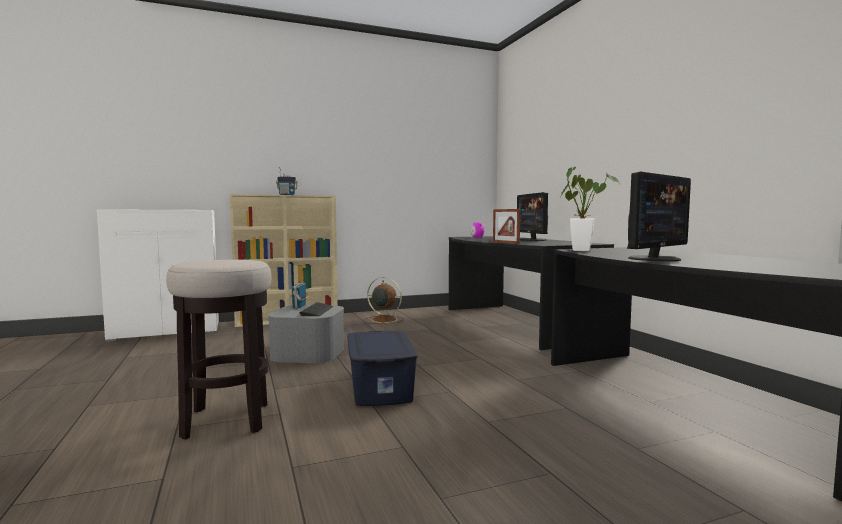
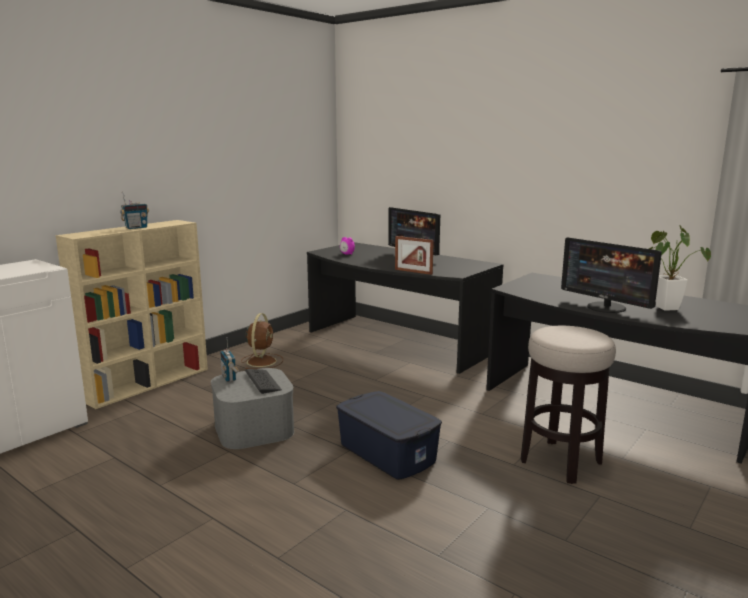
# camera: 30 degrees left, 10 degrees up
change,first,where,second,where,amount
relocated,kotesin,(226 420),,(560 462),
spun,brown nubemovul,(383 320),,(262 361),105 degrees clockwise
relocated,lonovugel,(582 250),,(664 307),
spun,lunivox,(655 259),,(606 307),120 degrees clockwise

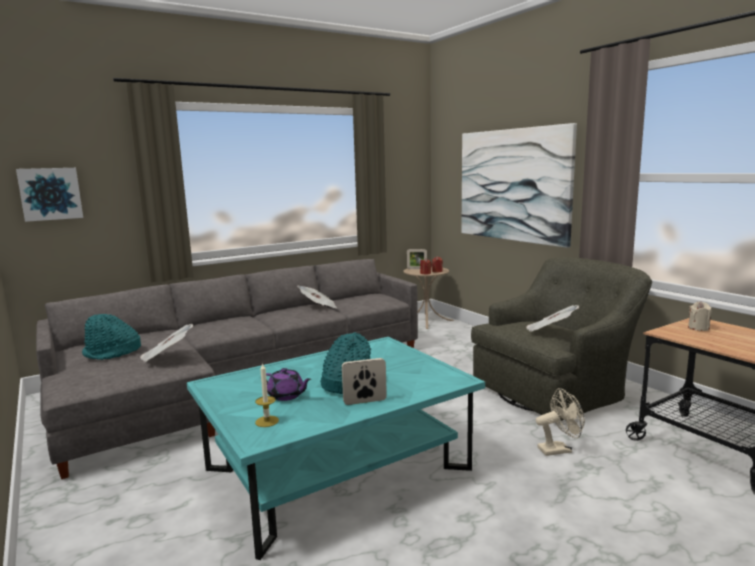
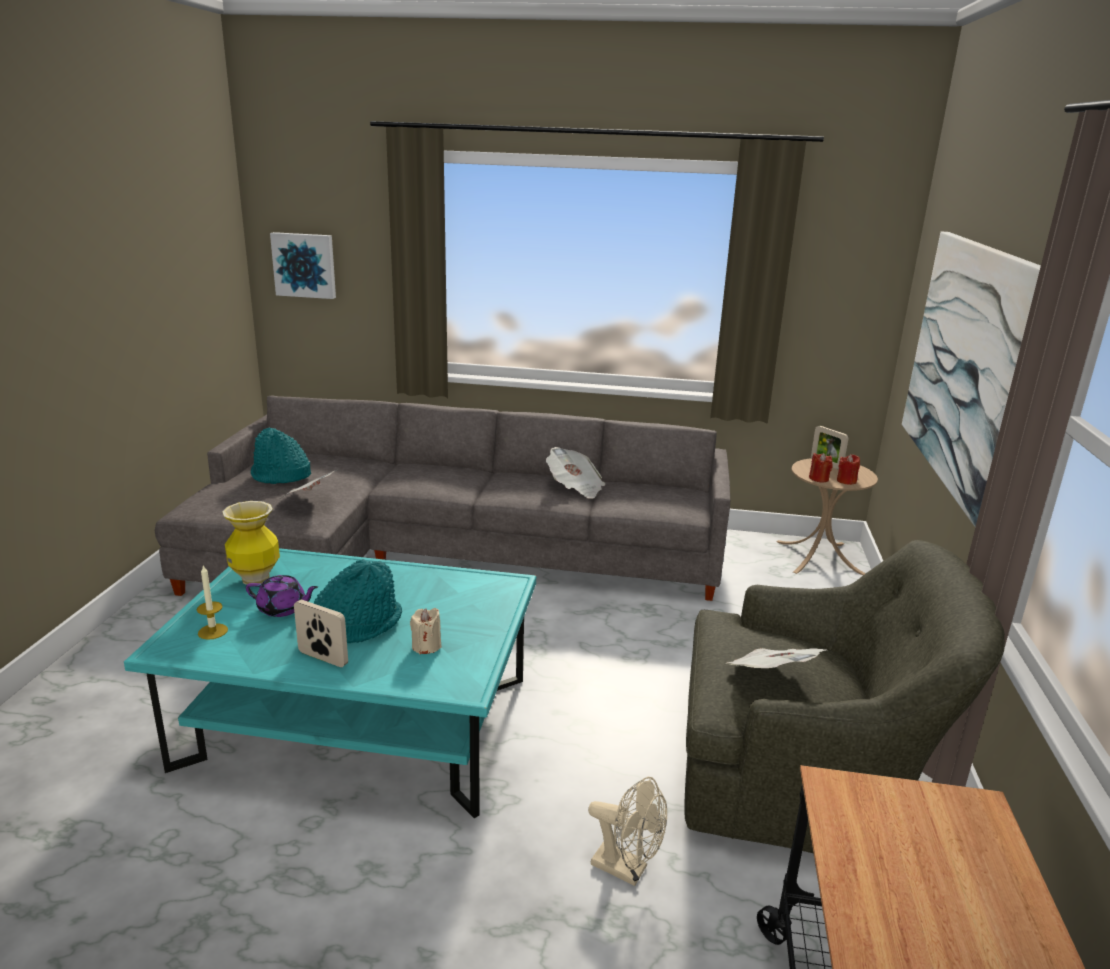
# camera: 40 degrees right, 10 degrees up
change,first,where,second,where,amount
spun,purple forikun,(286 396),,(283 609),60 degrees counterclockwise
relocated,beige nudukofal,(698 328),,(426 646),
appeared,,,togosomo,(256 579),

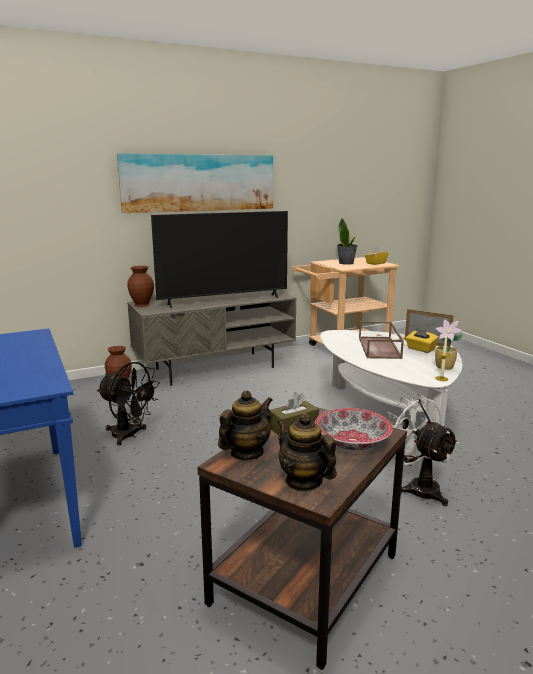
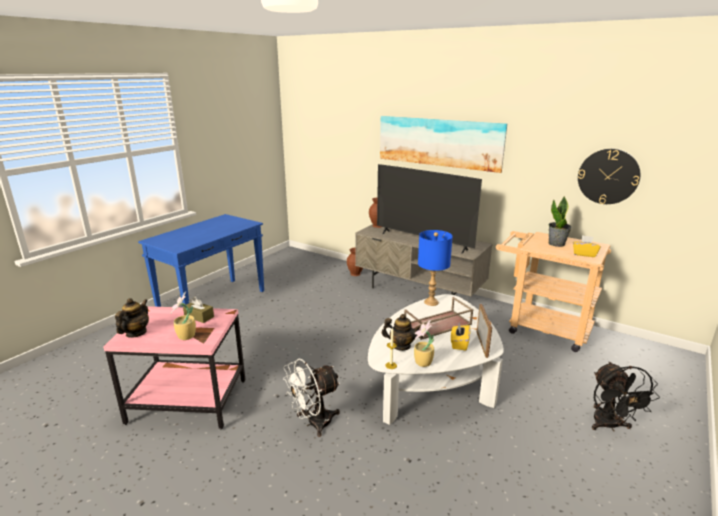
# camera: 60 degrees right, 5 degrees up
change,first,where,second,where,amount
relocated,black nubemovul,(129 435),,(609 426),
colour,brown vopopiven,(307 581),pink vopopiven,(187 402),
relocated,forikun,(246 453),,(401 346),
exchanged,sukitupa,(353 442),lonovugel,(186 337),
spun,white nubemovul,(417 487),,(313 423),150 degrees counterclockwise
appeared,,,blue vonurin,(431 302),
appeared,,,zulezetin,(608 176),

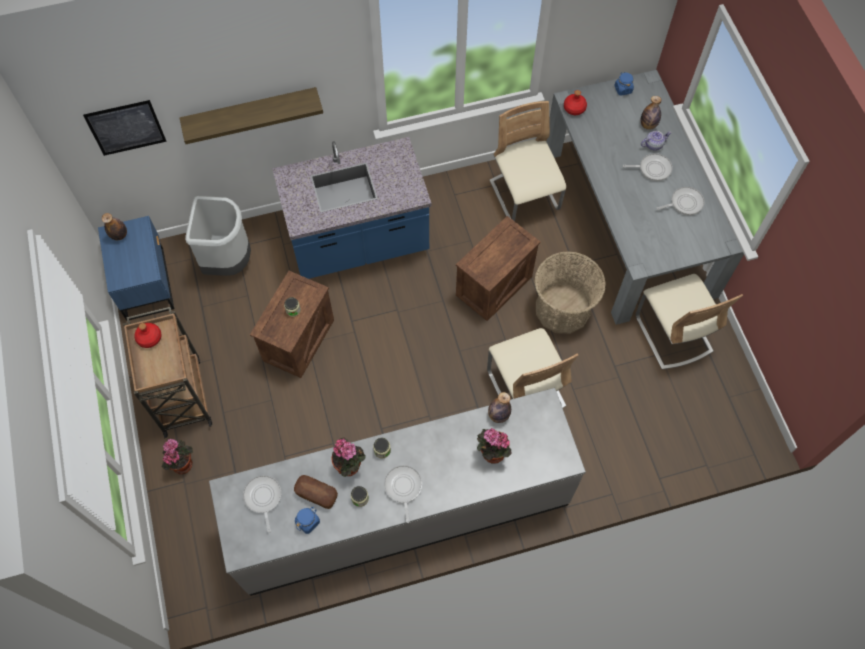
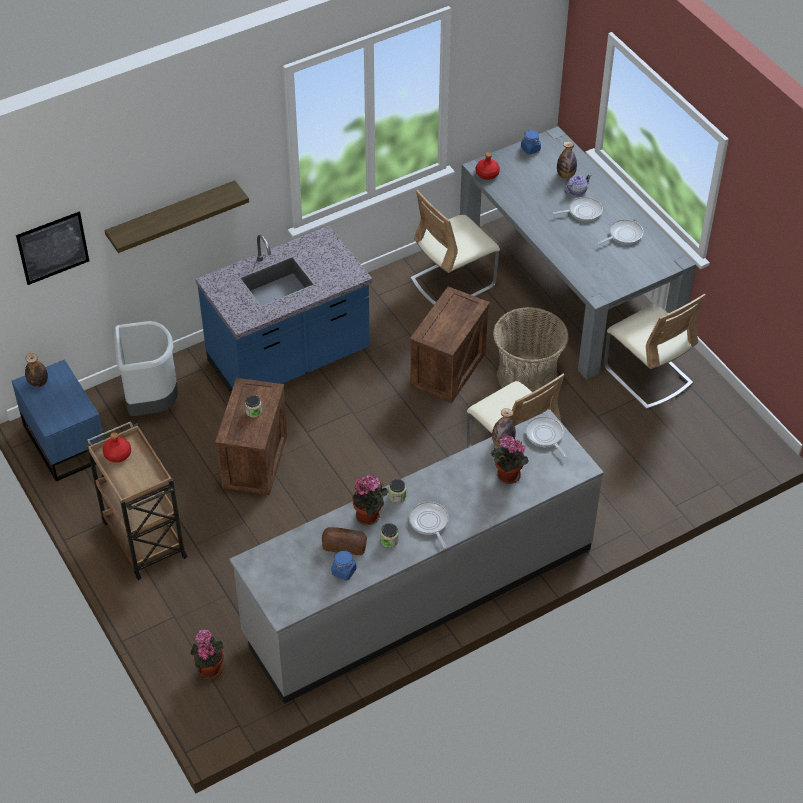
# camera: 15 degrees left, 15 degrees down
change,first,where,second,where,amount
relocated,lonovugel,(182 463),,(209 668),
relocated,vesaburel,(263 498),,(545 436),
spun,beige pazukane,(524 196),,(453 283),90 degrees counterclockwise

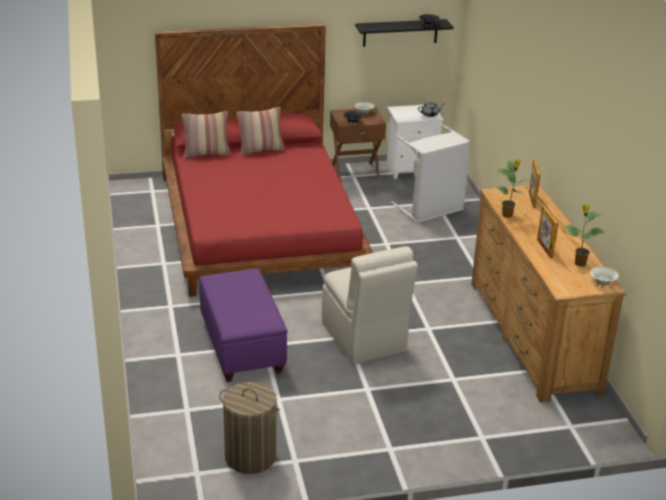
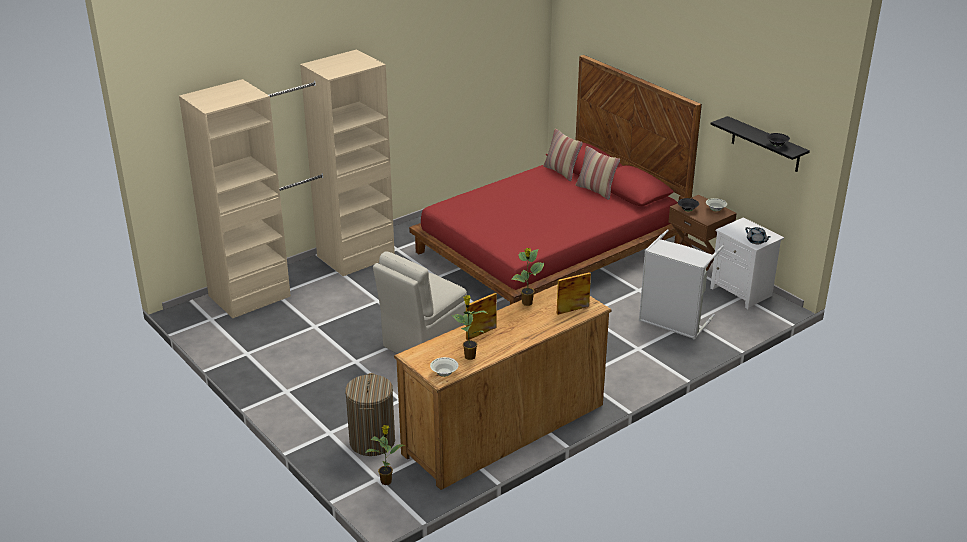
# camera: 65 degrees right, 0 degrees up
change,first,where,second,where,amount
missing,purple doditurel,(242 346),,,
relocated,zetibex,(250 457),,(372 441),
appeared,,,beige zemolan,(305 275),
appeared,,,lonovugel,(386 480),

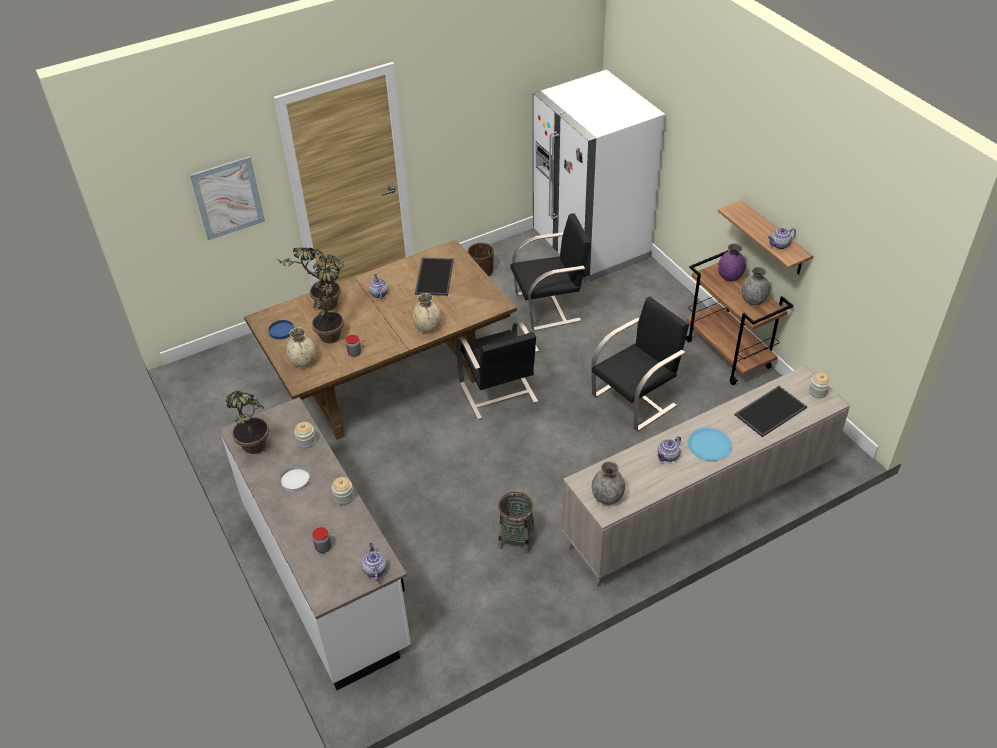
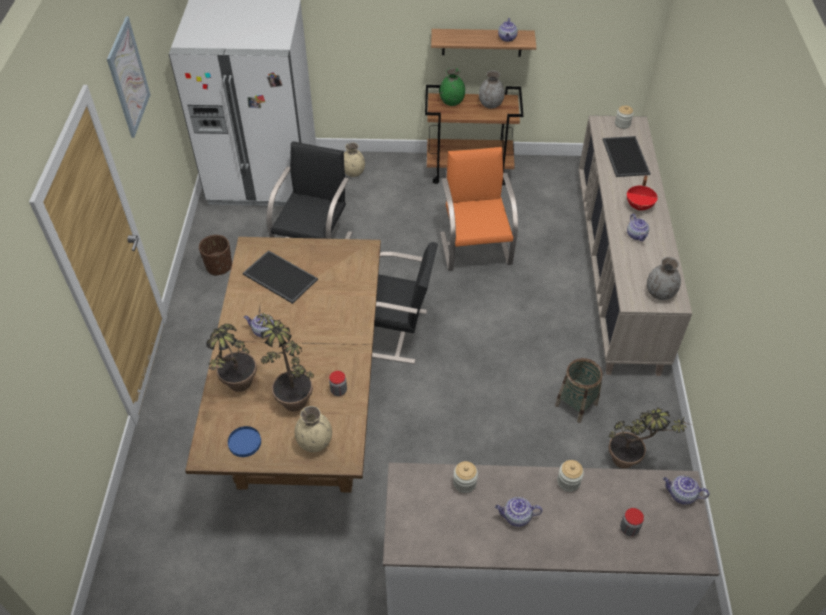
# camera: 60 degrees left, 5 degrees up
change,first,where,second,where,amount
relocated,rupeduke,(228 198),,(128 77),
relocated,lonovugel,(255 452),,(631 461),
exchanged,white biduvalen,(295 480),forikun,(516 517),
relocated,beige togosomo,(428 327),,(353 172),
colour,black pazukane,(635 400),orange pazukane,(475 247),
exchanged,blue biduvalen,(709 445),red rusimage,(639 206),
colour,purple togosomo,(729 277),green togosomo,(451 102),

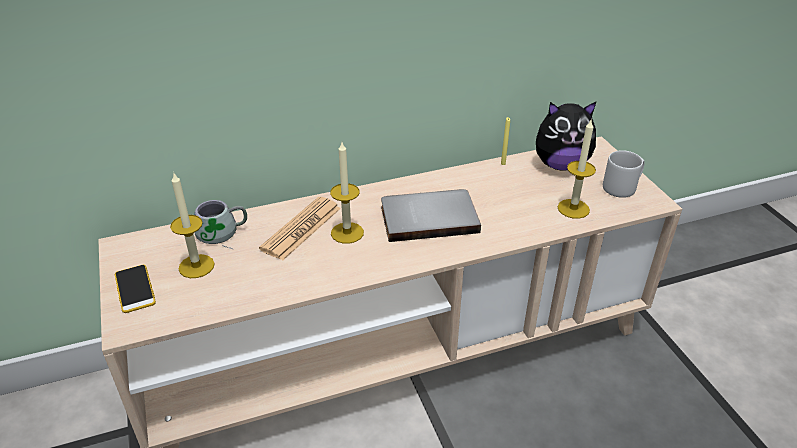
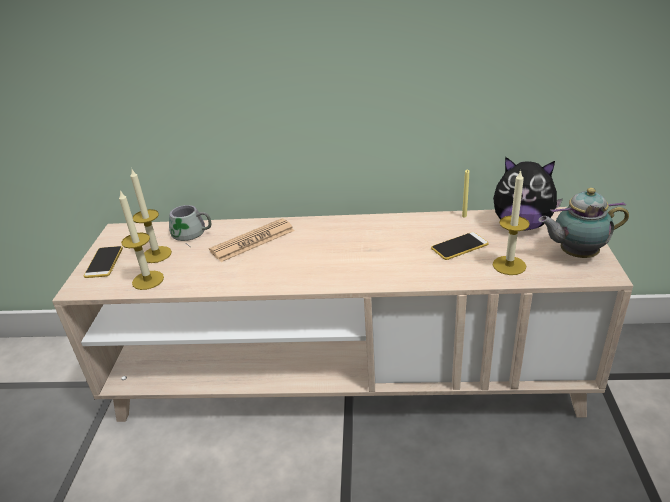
# camera: 25 degrees right, 5 degrees down
change,first,where,second,where,amount
relocated,nudukofal,(347 233),,(148 280),
missing,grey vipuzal,(428 217),,,
exchanged,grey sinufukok,(622 187),forikun,(575 254),
appeared,,,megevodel,(459 246),

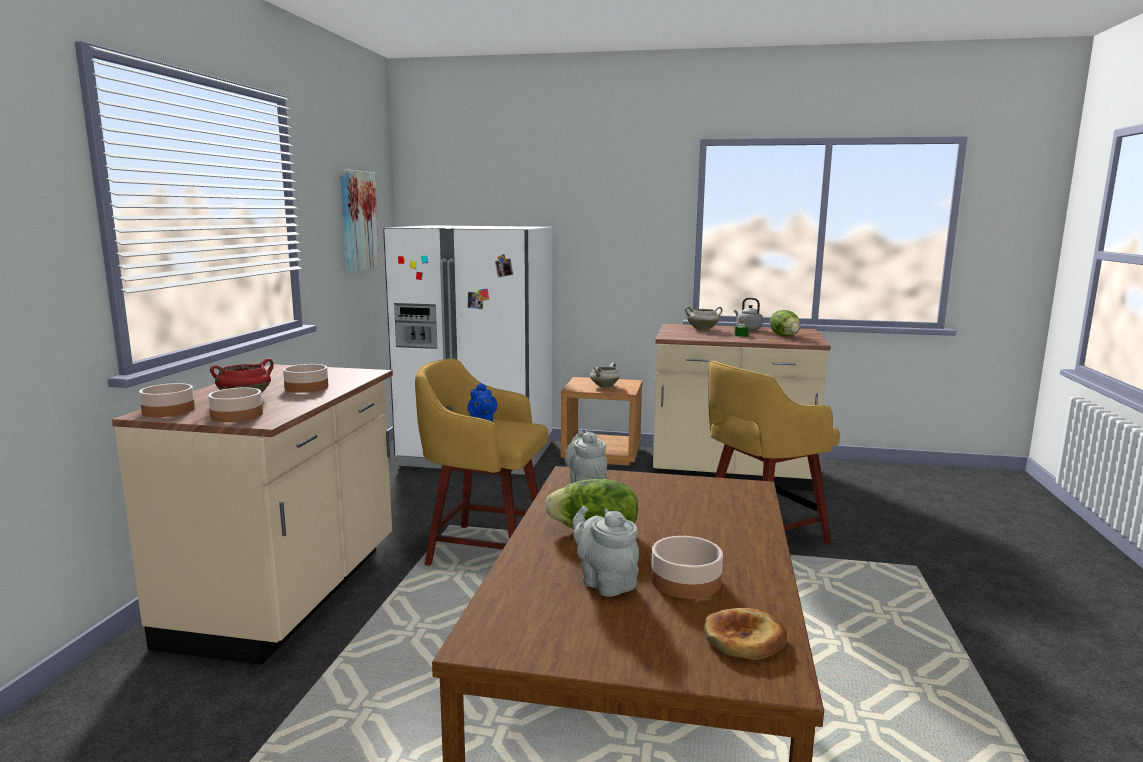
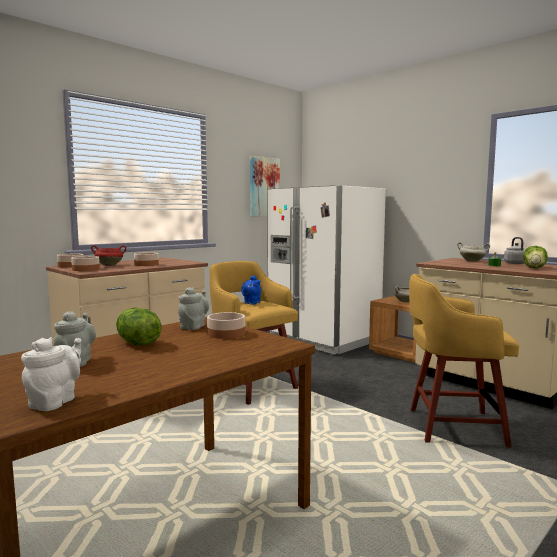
# camera: 35 degrees right, 5 degrees down
change,first,where,second,where,amount
relocated,sukitupa,(685 581),,(226 333),
exchanged,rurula,(744 639),white forikun,(55 401),

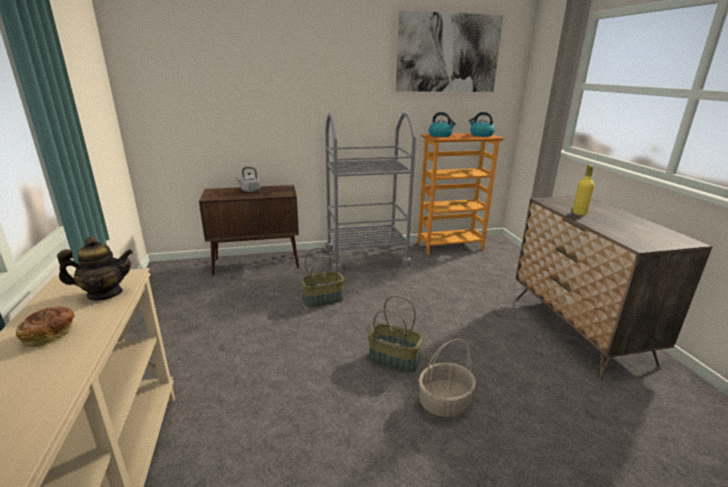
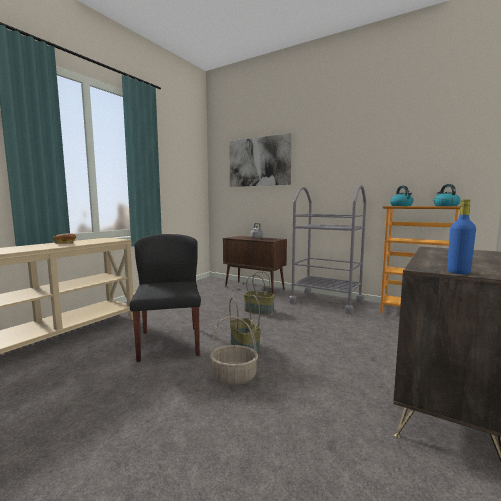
# camera: 45 degrees right, 15 degrees down
change,first,where,second,where,amount
missing,forikun,(105 294),,,
relocated,rupeduke,(448 53),,(259 162),
missing,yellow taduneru,(579 213),,,
appeared,,,black pazukane,(169 342),
appeared,,,blue taduneru,(458 272),

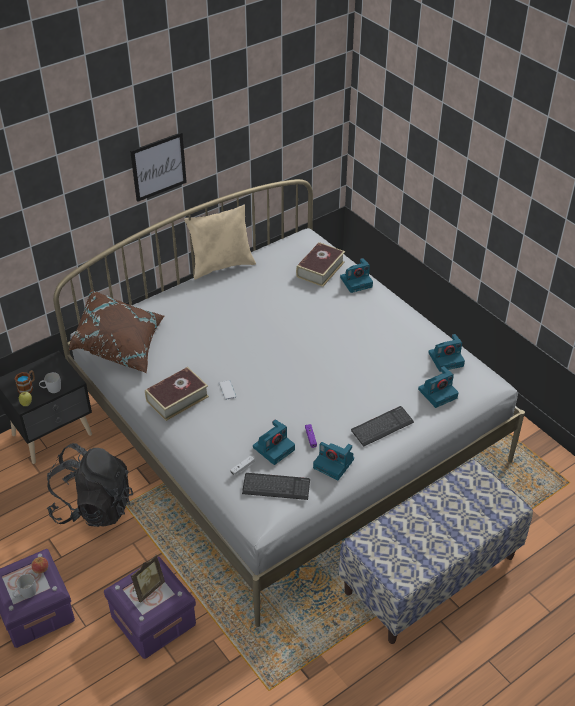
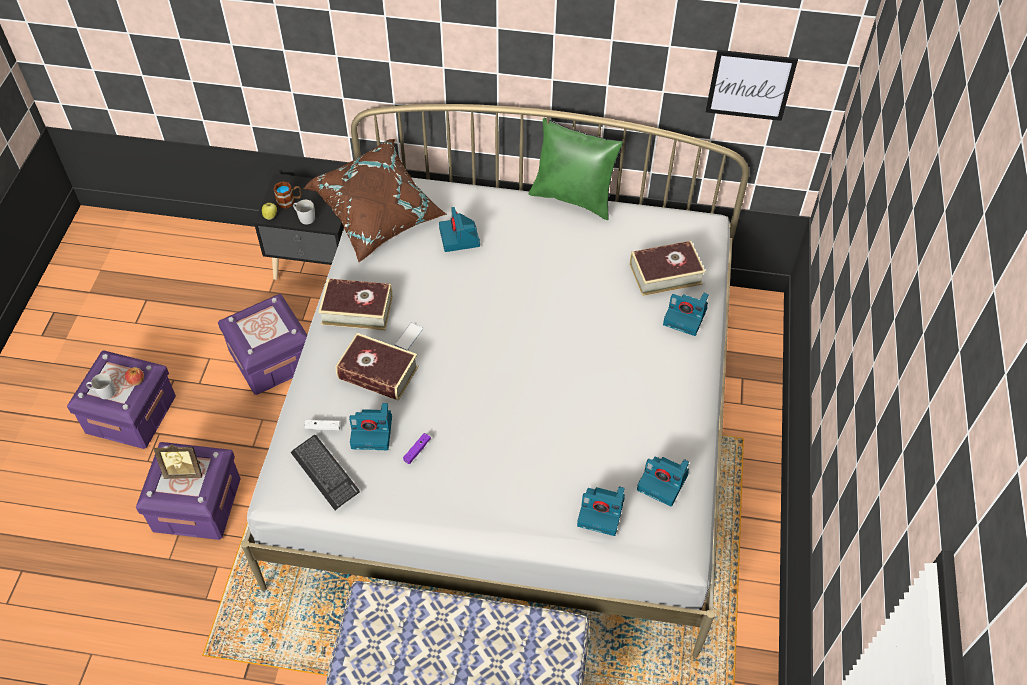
# camera: 45 degrees right, 10 degrees up
change,first,where,second,where,amount
exchanged,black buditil,(93 507),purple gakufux,(271 359),
relocated,rupeduke,(158 166),,(750 85),
colour,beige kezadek,(221 265),green kezadek,(573 198),
relocated,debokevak,(334 464),,(460 238),
missing,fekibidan,(382 427),,,
appeared,,,vipuzal,(378 373),

